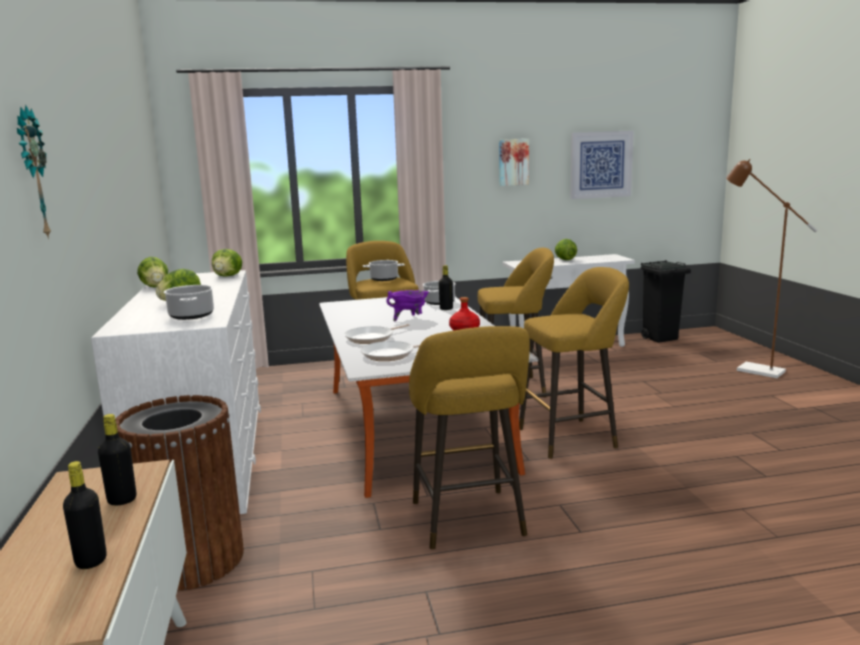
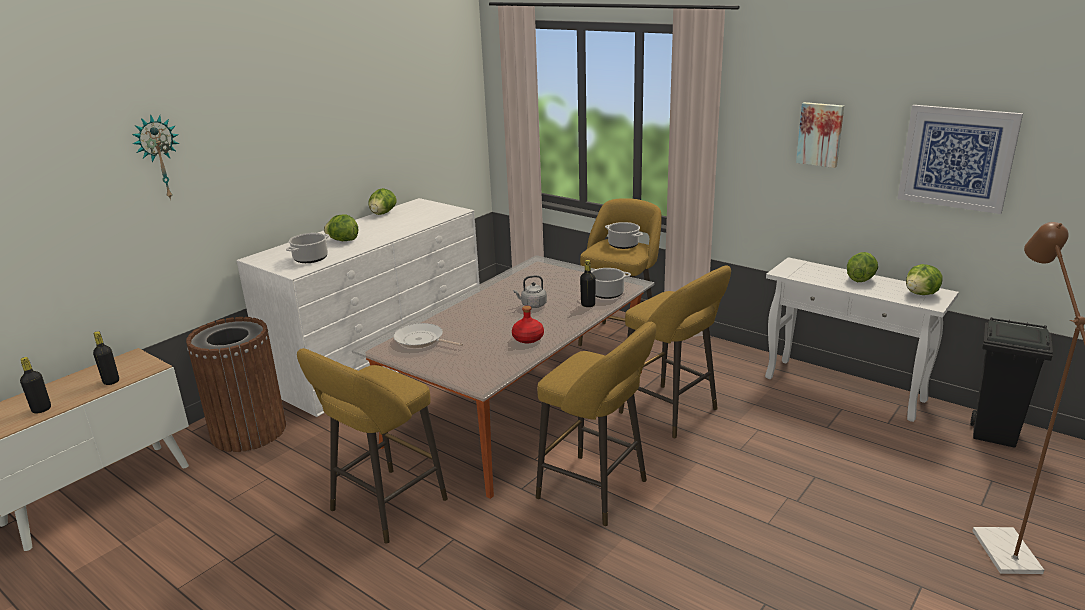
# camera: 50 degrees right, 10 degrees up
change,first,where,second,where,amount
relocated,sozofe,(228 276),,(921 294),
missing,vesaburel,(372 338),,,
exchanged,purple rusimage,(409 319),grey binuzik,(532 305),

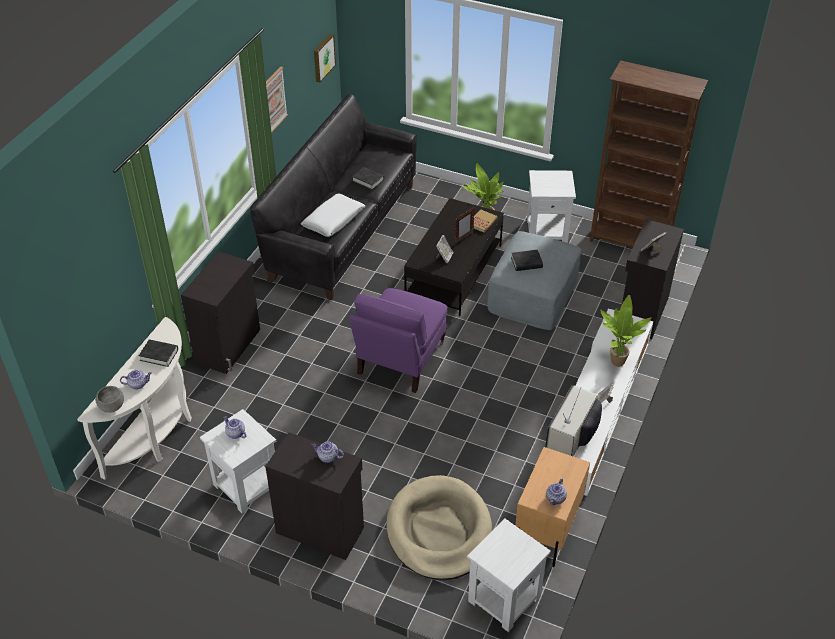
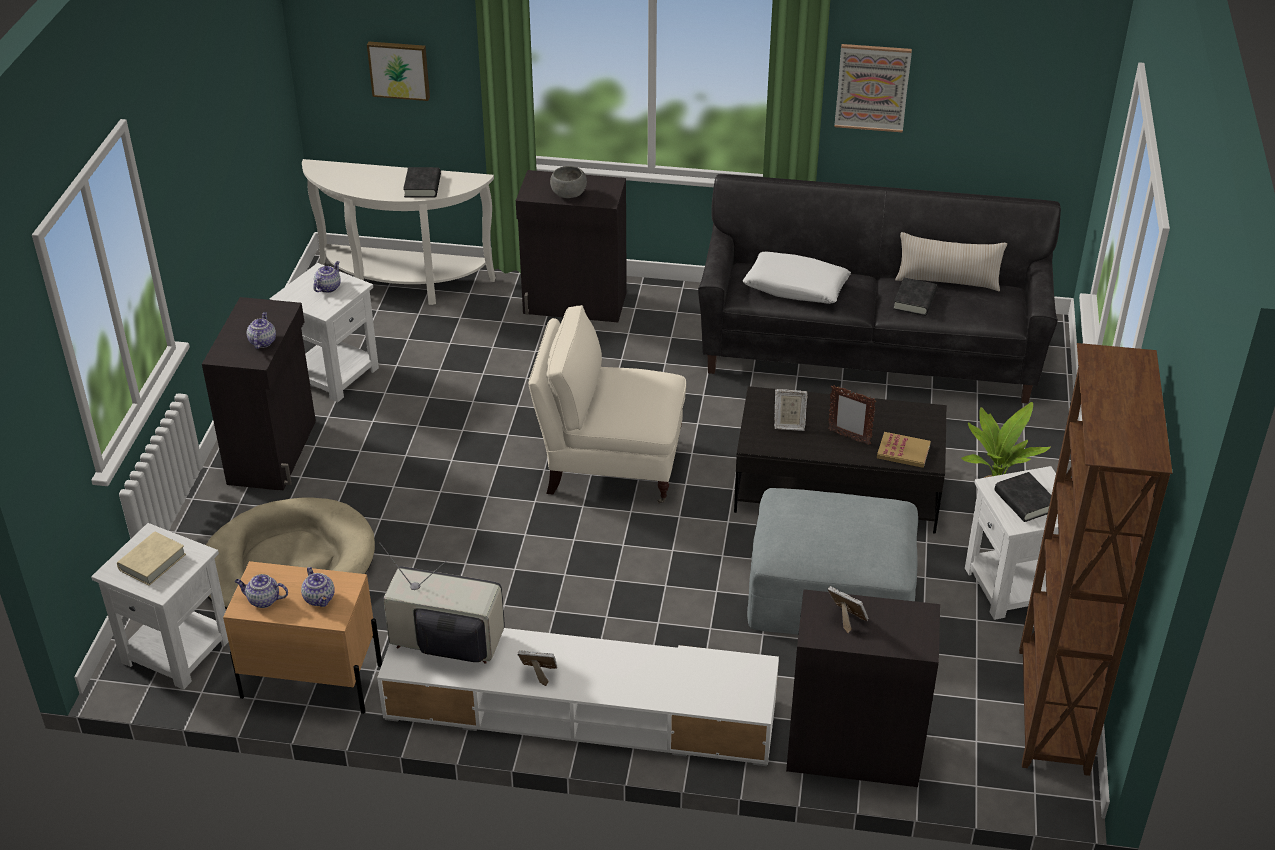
# camera: 75 degrees right, 5 degrees down
change,first,where,second,where,amount
relocated,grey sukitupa,(111 406),,(568 194),
relocated,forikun,(138 384),,(320 599),
relocated,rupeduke,(323 57),,(399 69),
colour,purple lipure,(400 359),beige lipure,(610 465),
relocated,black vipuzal,(526 263),,(1024 501),
missing,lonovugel,(615 362),,,
appeared,,,beige vipuzal,(152 562),
appeared,,,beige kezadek,(947 281),

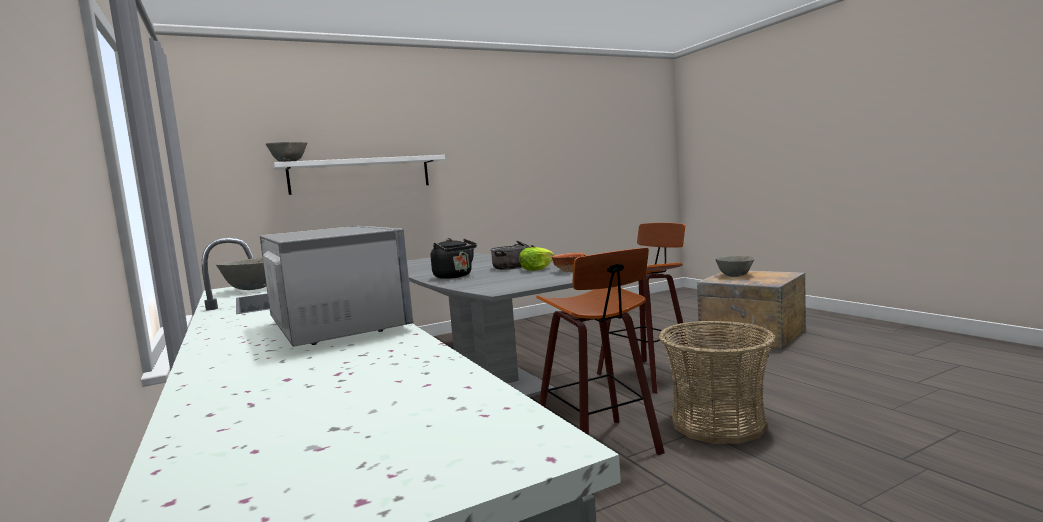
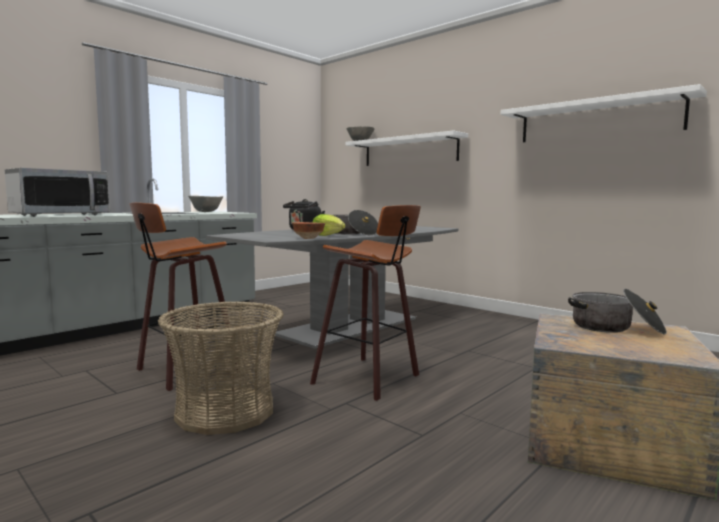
# camera: 70 degrees right, 0 degrees up
change,first,where,second,where,amount
exchanged,grey sukitupa,(734 276),rusimage,(615 328),
appeared,,,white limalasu,(597 120),

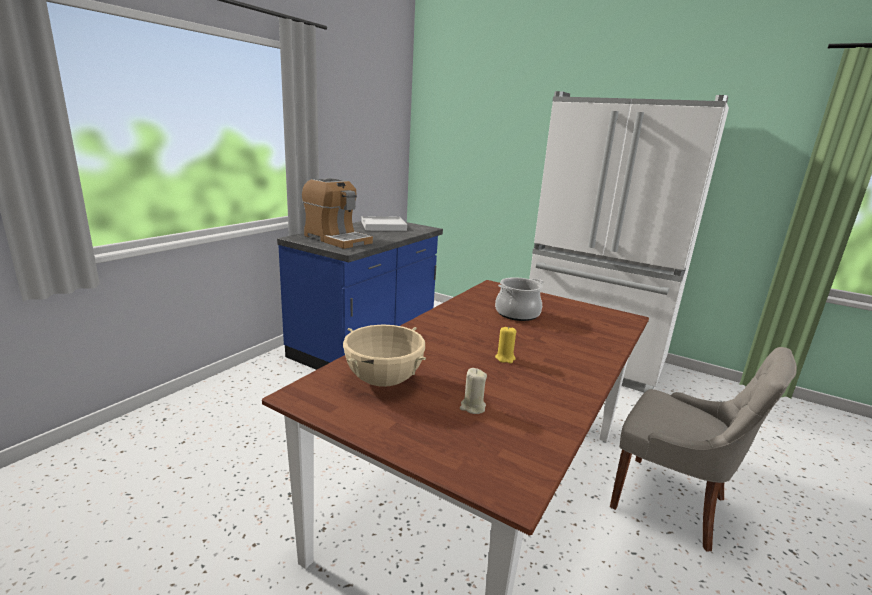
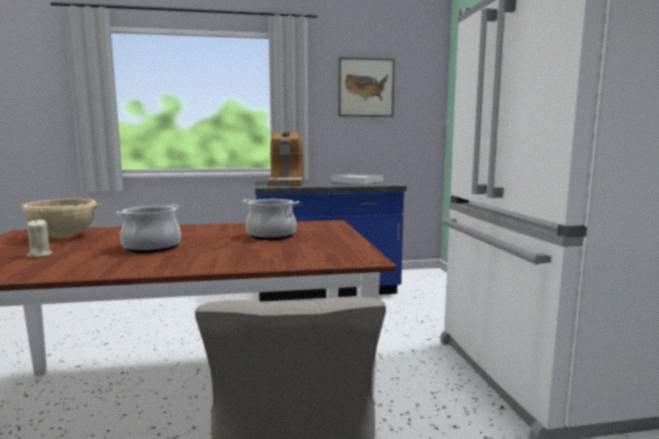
# camera: 50 degrees right, 10 degrees down
change,first,where,second,where,amount
exchanged,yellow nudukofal,(505 358),rusimage,(152 247),
appeared,,,rupeduke,(366 87),

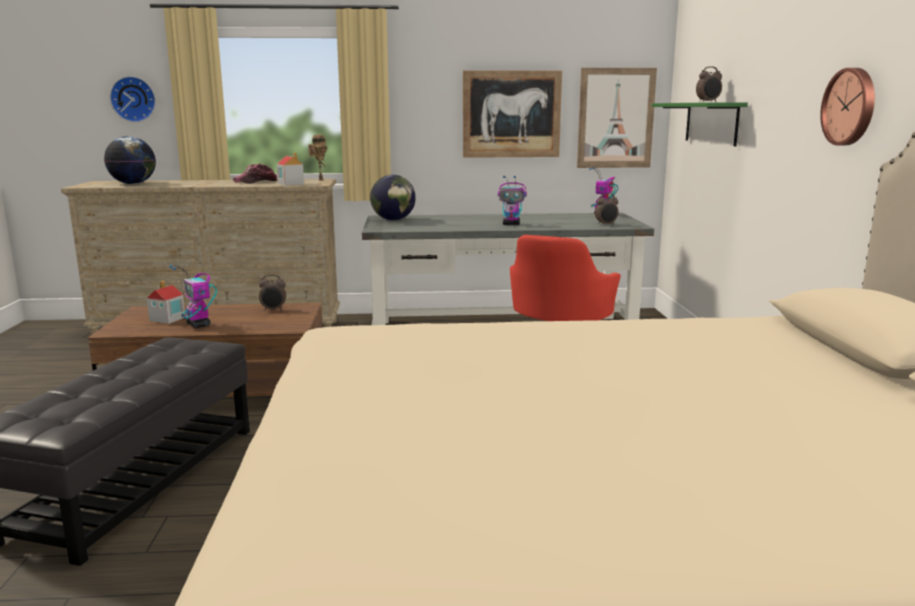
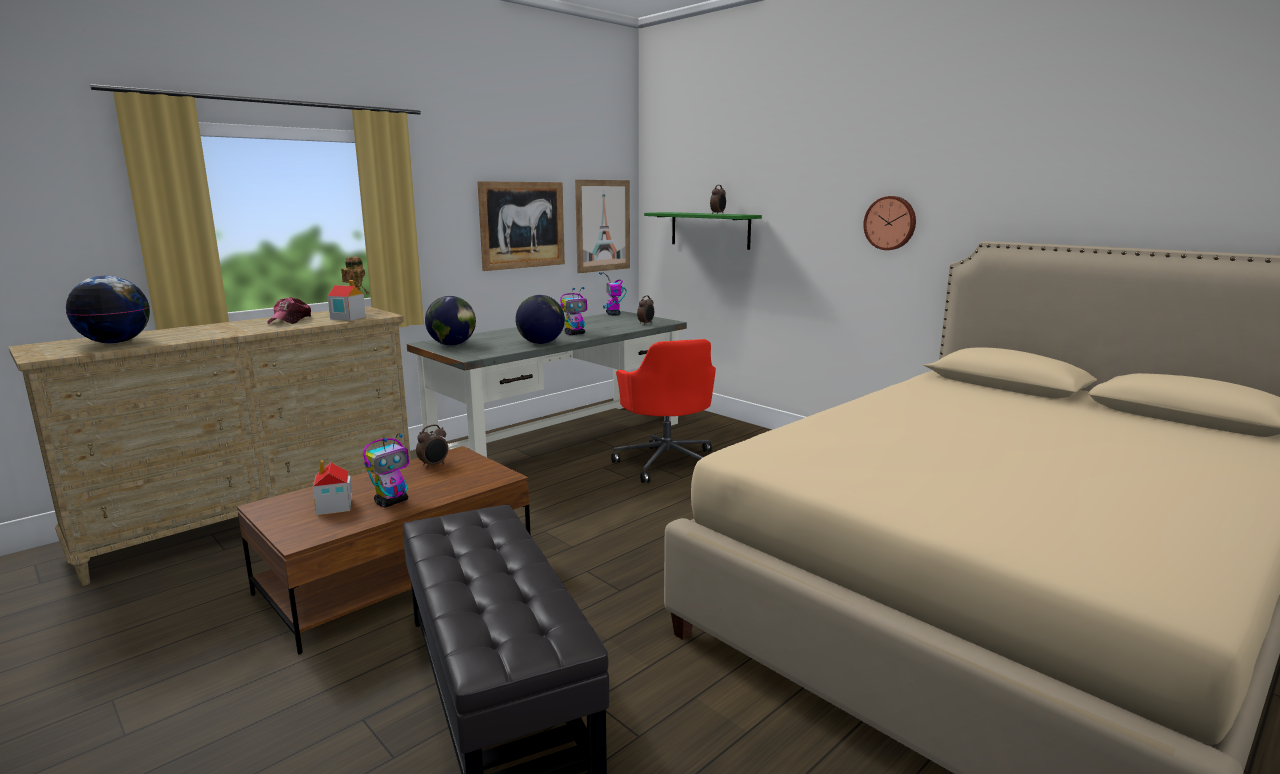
# camera: 40 degrees left, 0 degrees up
change,first,where,second,where,amount
missing,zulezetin,(134 99),,,
spun,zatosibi,(198 325),,(392 502),60 degrees counterclockwise
appeared,,,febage,(541 343),

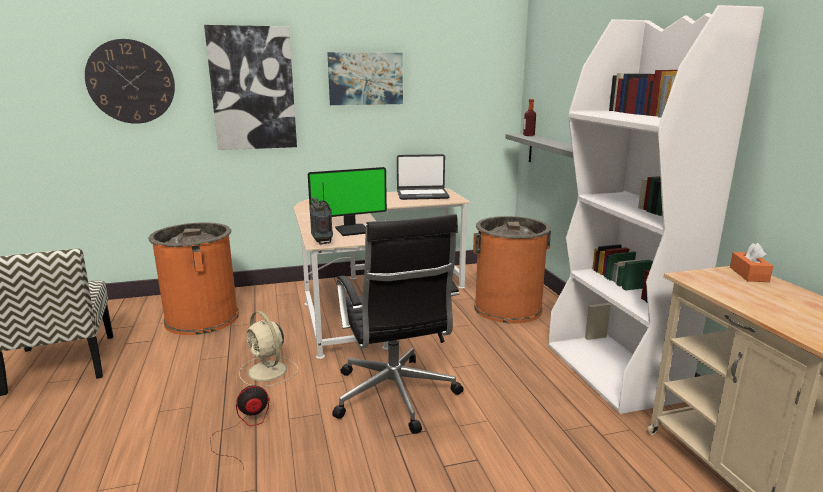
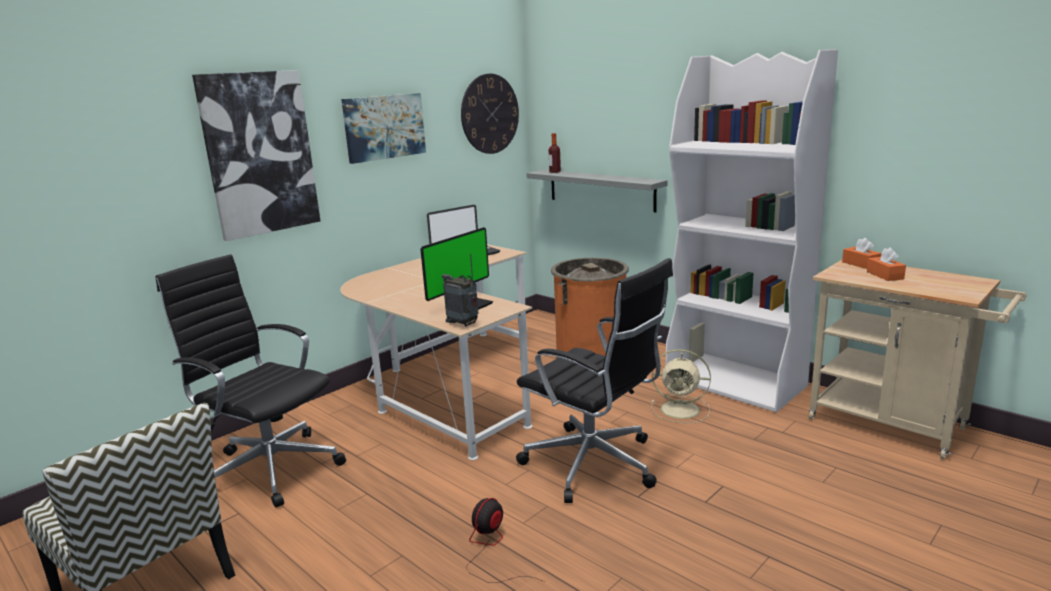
# camera: 30 degrees left, 0 degrees up
change,first,where,second,where,amount
relocated,zulezetin,(131 82),,(490 114),
exchanged,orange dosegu,(202 318),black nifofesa,(270 468),
relocated,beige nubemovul,(268 372),,(682 409),
appeared,,,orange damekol,(885 275),

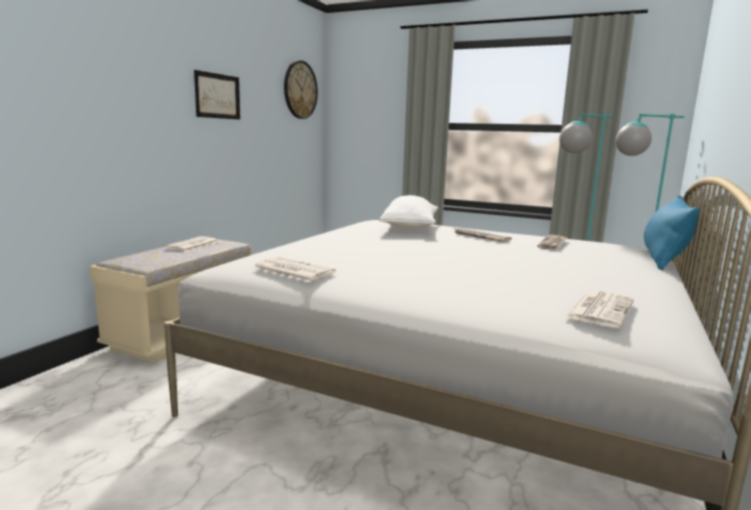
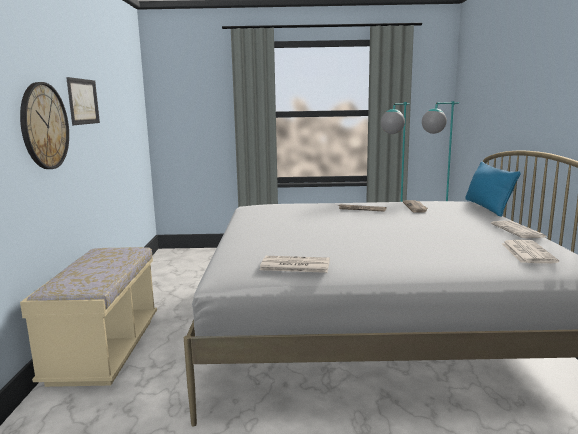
# camera: 25 degrees left, 0 degrees up
change,first,where,second,where,amount
relocated,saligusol,(192 245),,(519 231),
relocated,zulezetin,(300 90),,(44 126),
missing,white kezadek,(410 227),,,

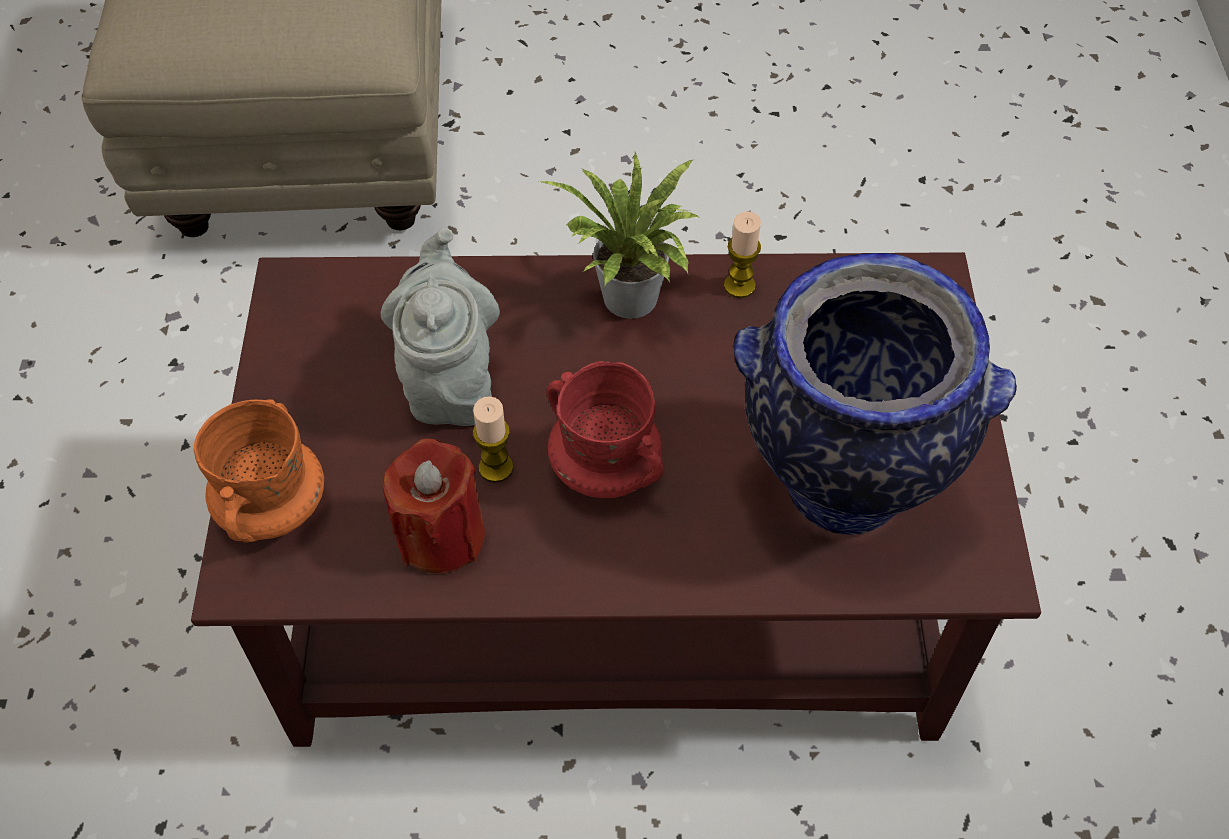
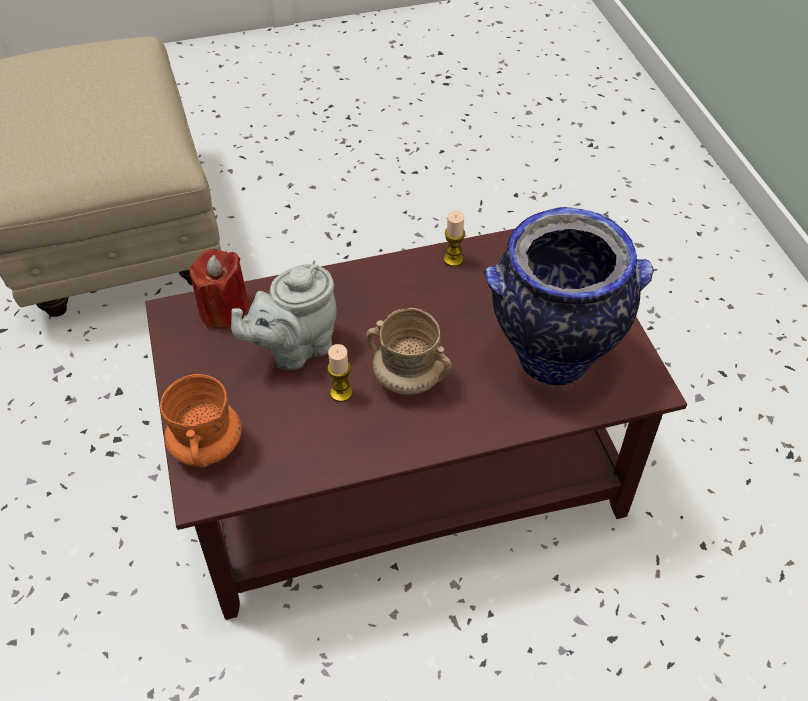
# camera: 15 degrees left, 5 degrees down
change,first,where,second,where,amount
spun,grey forikun,(450 380),,(295 348),105 degrees counterclockwise
relocated,red nudukofal,(441 535),,(224 310),
missing,lonovugel,(630 304),,,
colour,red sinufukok,(604 468),beige sinufukok,(408 379),

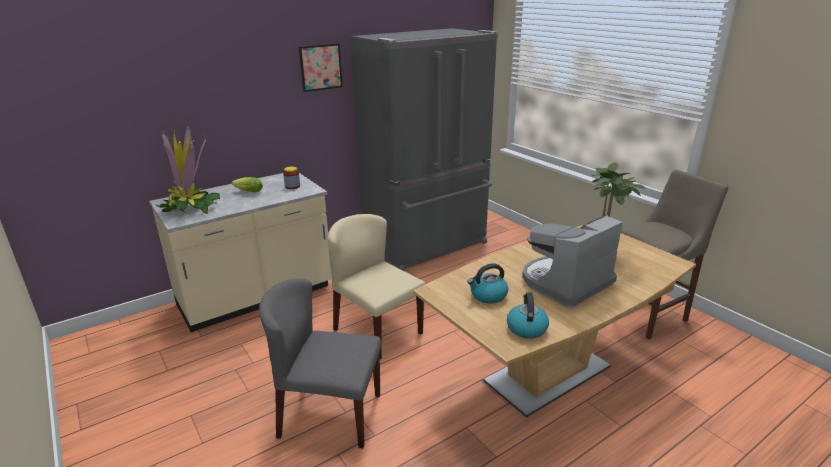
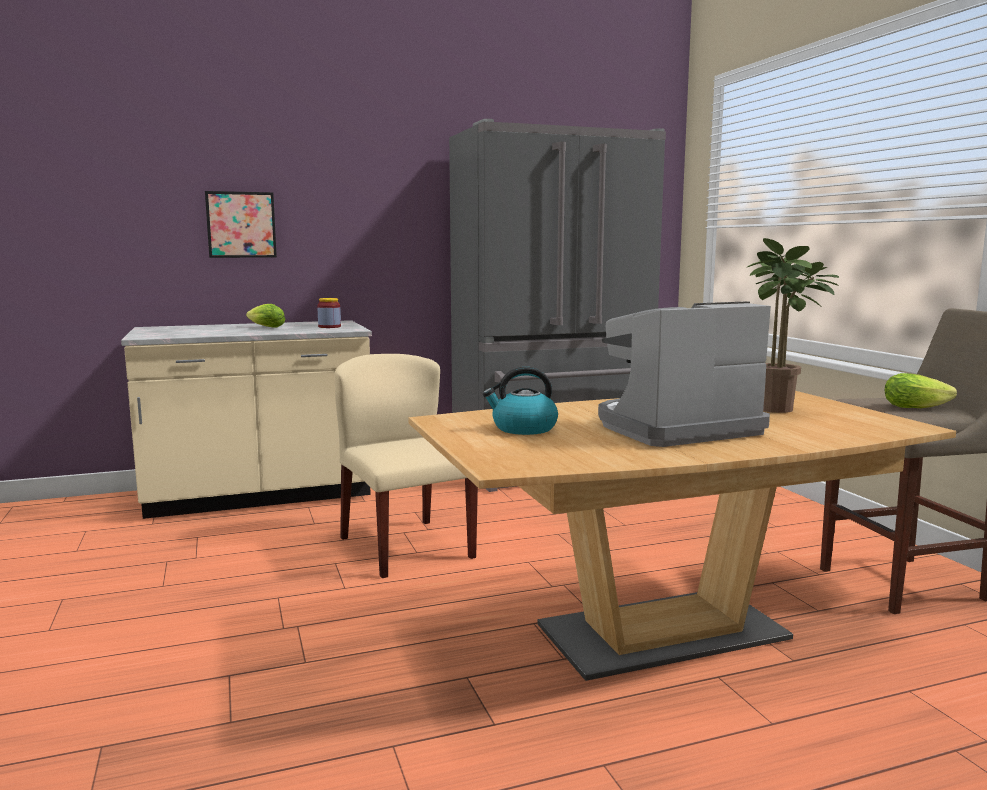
# camera: 15 degrees right, 15 degrees down
change,first,where,second,where,amount
missing,lonovugel,(189 207),,,
missing,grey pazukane,(329 415),,,
relocated,rupeduke,(321 67),,(241 224),
missing,binuzik,(526 328),,,
appeared,,,sozofe,(919 407),

